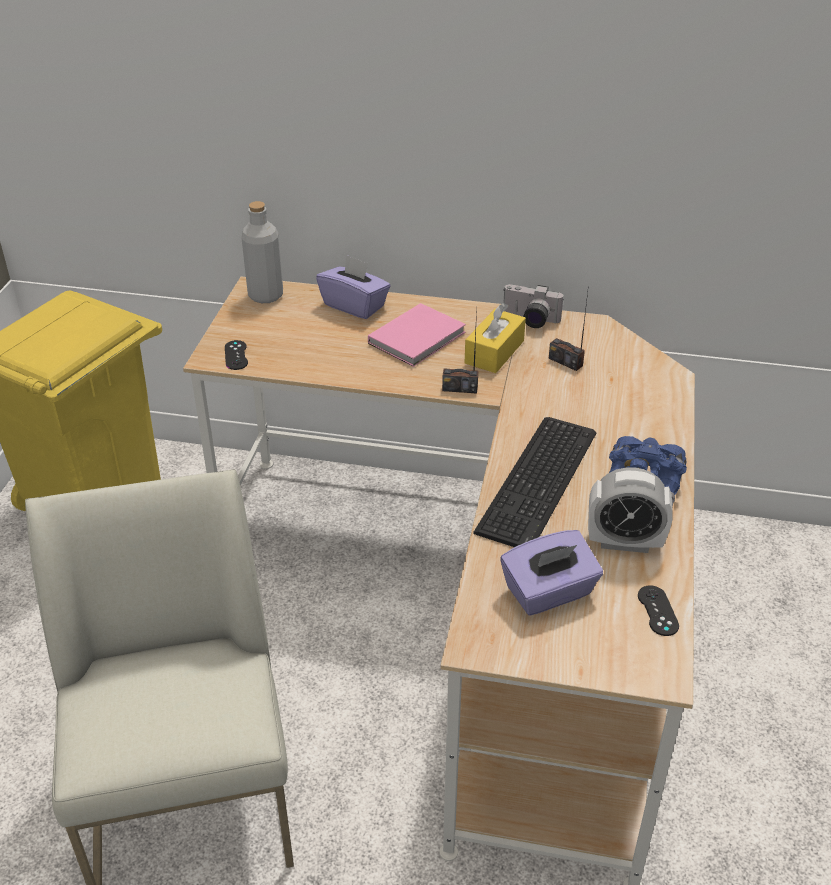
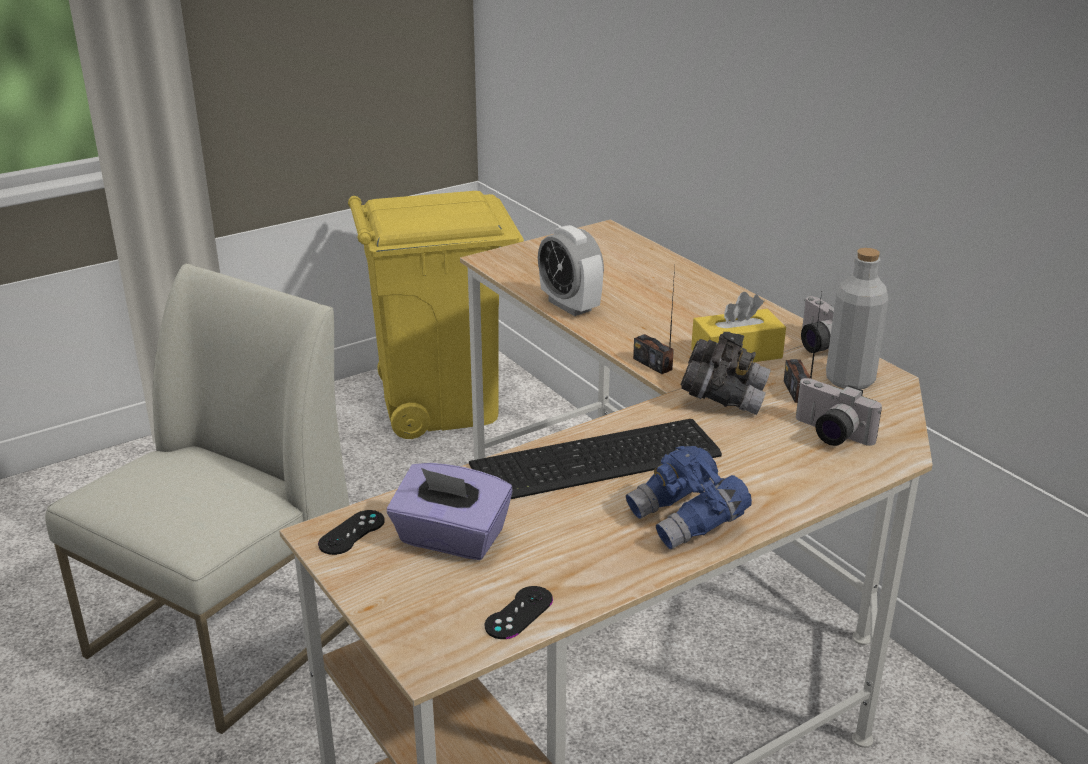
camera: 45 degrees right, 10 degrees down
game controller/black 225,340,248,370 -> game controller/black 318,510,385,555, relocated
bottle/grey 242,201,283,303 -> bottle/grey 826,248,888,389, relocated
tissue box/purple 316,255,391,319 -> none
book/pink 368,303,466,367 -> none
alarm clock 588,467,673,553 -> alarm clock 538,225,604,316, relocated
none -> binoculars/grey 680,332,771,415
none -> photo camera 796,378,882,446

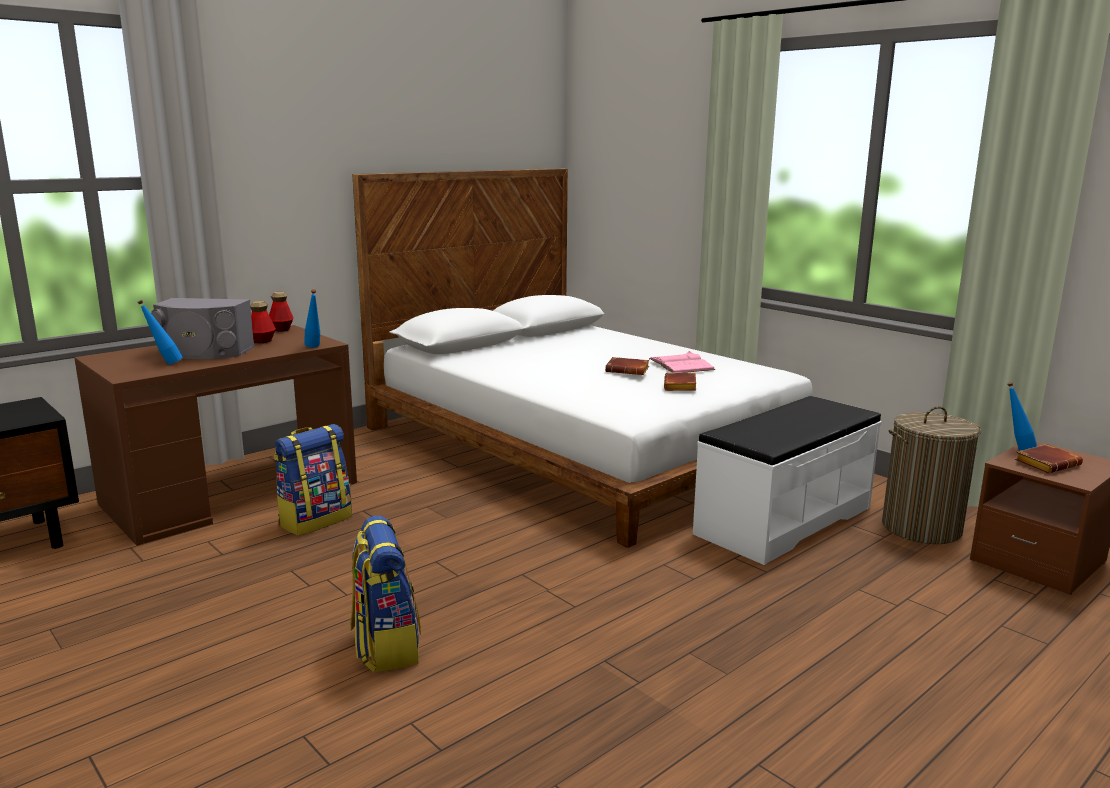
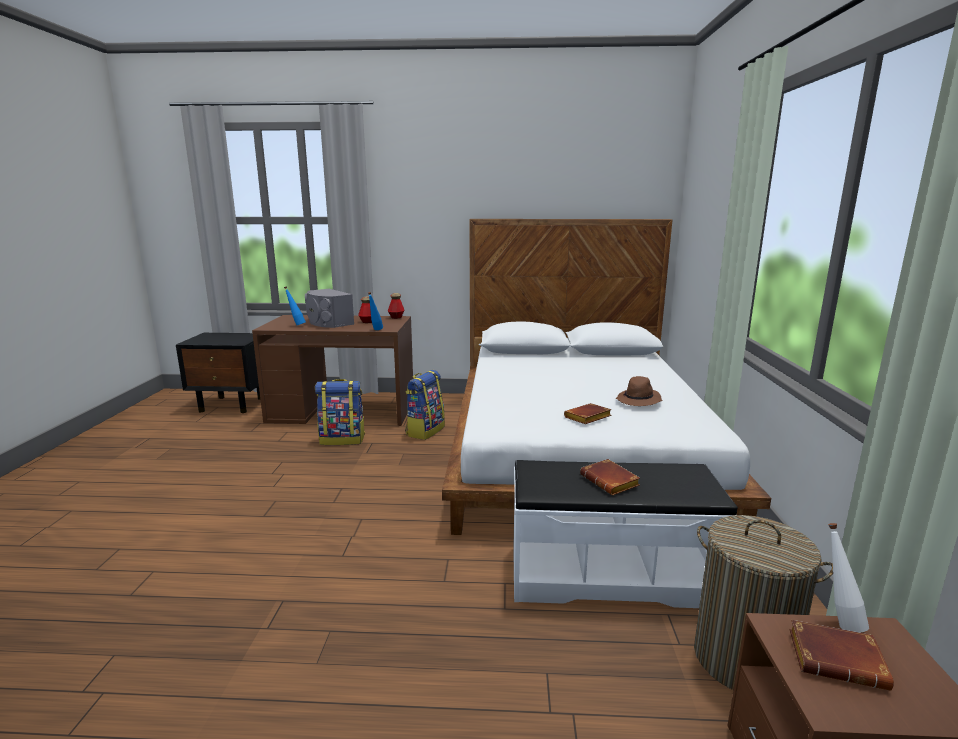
camera: 45 degrees right, 0 degrees up
backpack 351,515,421,672 -> backpack 405,370,445,440, relocated
book/brown 605,357,649,375 -> book/brown 580,459,640,495, relocated
book/pink 649,351,715,373 -> hat/brown 616,376,662,406
bottle/blue 1007,382,1037,451 -> bottle/white 828,523,869,633

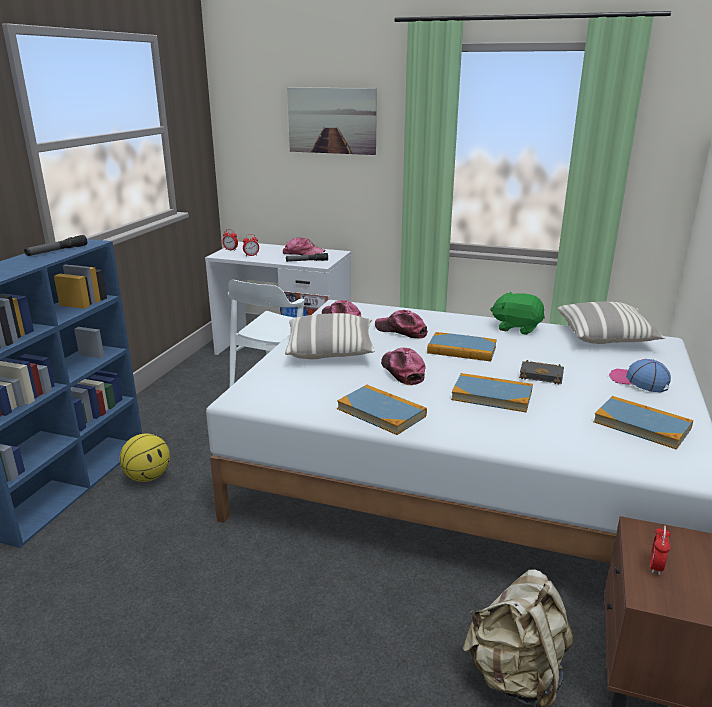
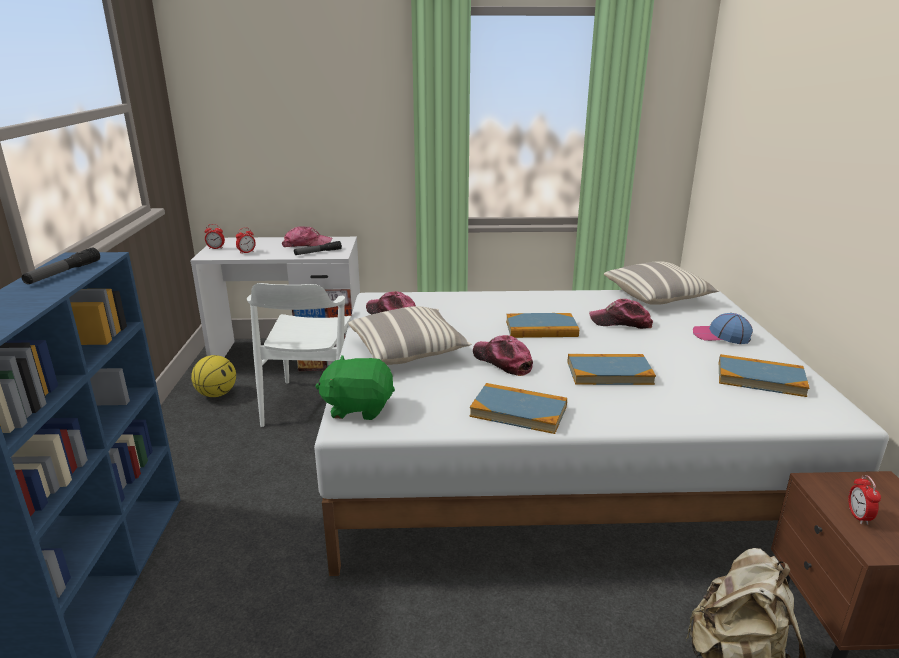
camera: 20 degrees left, 0 degrees up
basketball 119,434,170,482 -> basketball 191,355,236,397, relocated
picture 287,87,377,155 -> none
cap 375,310,428,339 -> cap 589,299,653,329, relocated
plush toy/green 490,292,545,335 -> plush toy/green 316,355,395,420, relocated
book/black 519,360,564,385 -> none

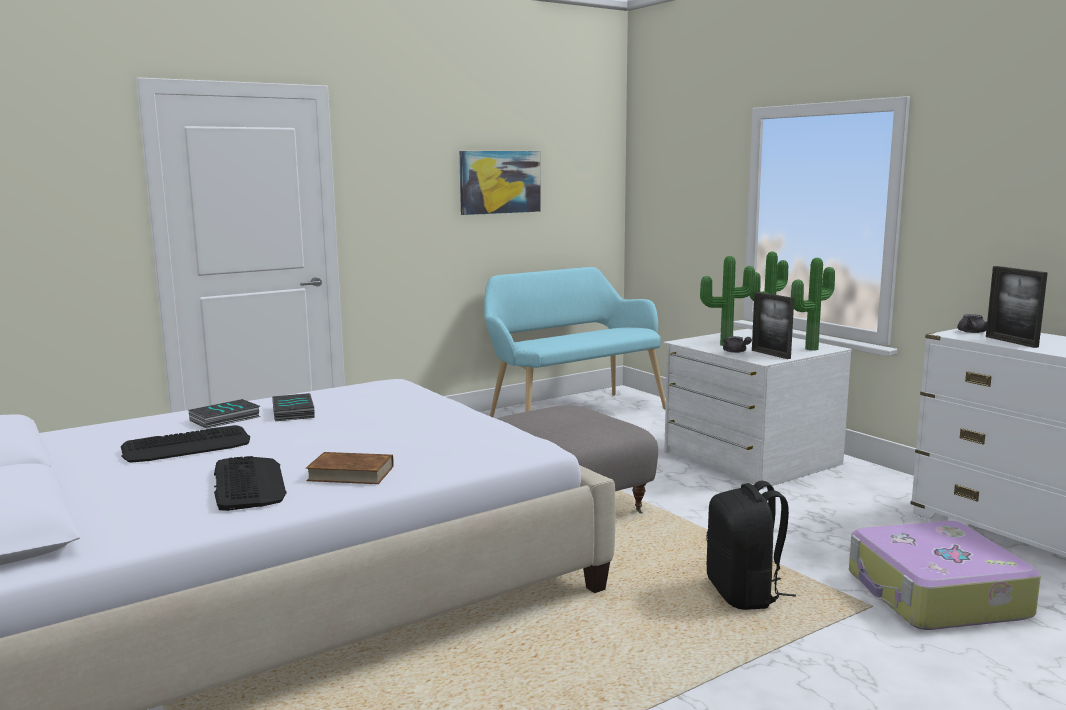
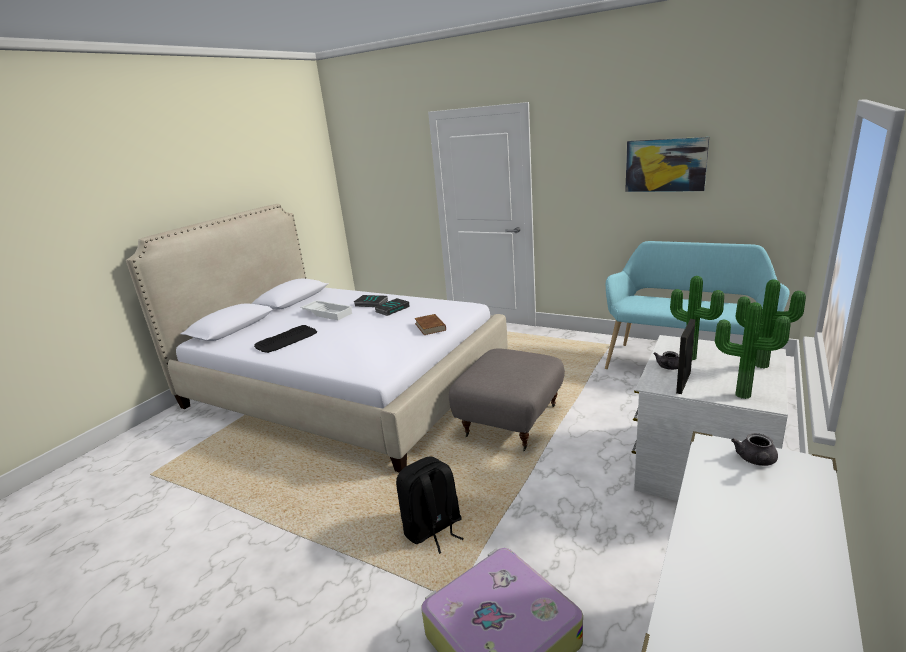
camera: 65 degrees right, 10 degrees up
keyboard 121,425,250,463 -> tray/white 300,300,352,320
book/brown 306,452,394,484 -> book/brown 414,314,446,335, relocated
picture frame 986,266,1048,348 -> none

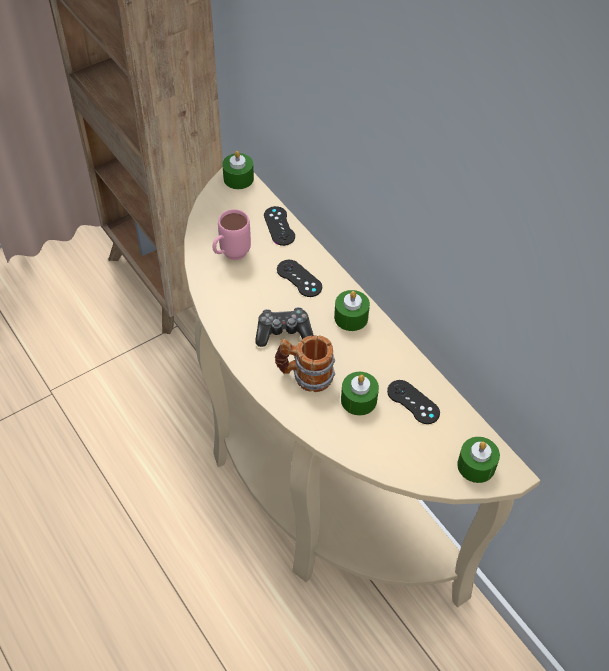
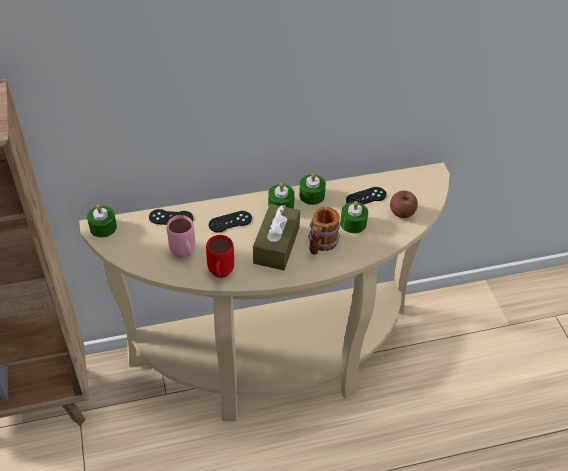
camera: 70 degrees left, 5 degrees down
game controller 256,307,314,347 -> tissue box/brown 253,204,300,270
candle/green 457,437,500,483 -> candle/green 299,173,326,205, relocated
none -> mug/red 206,235,234,278
none -> apple 390,191,418,218

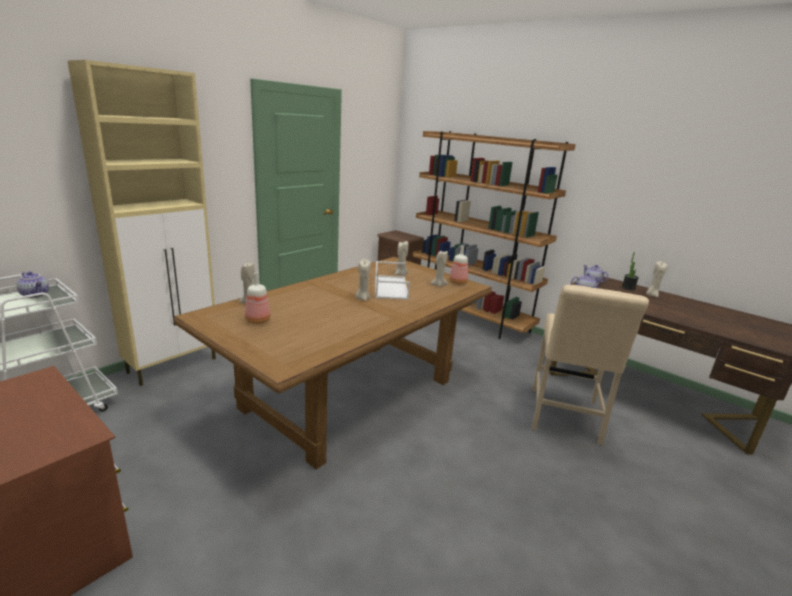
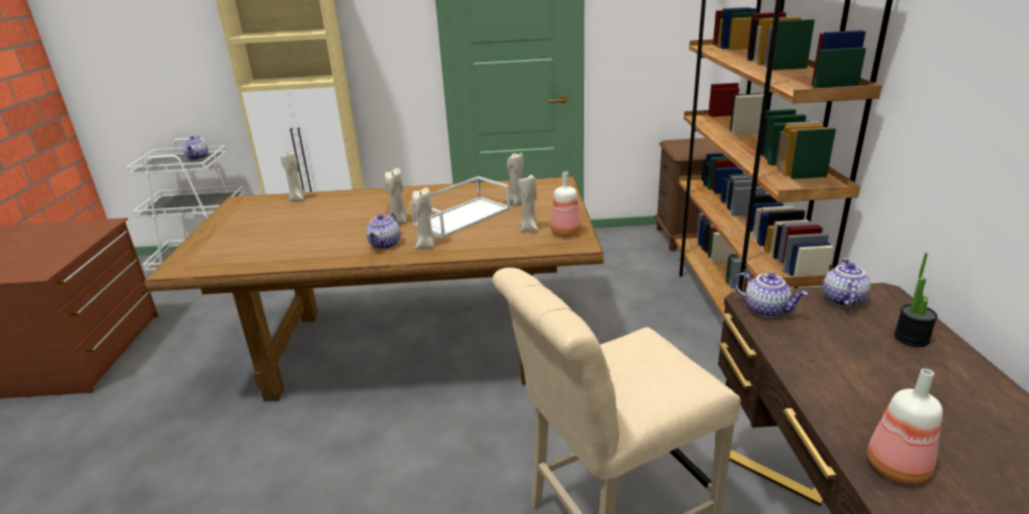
camera: 50 degrees right, 5 degrees up
bottle 245,273,271,324 -> bottle 867,369,943,484, relocated
candle/beige 646,261,667,297 -> candle/beige 412,187,439,249, relocated
none -> teapot 366,212,400,249

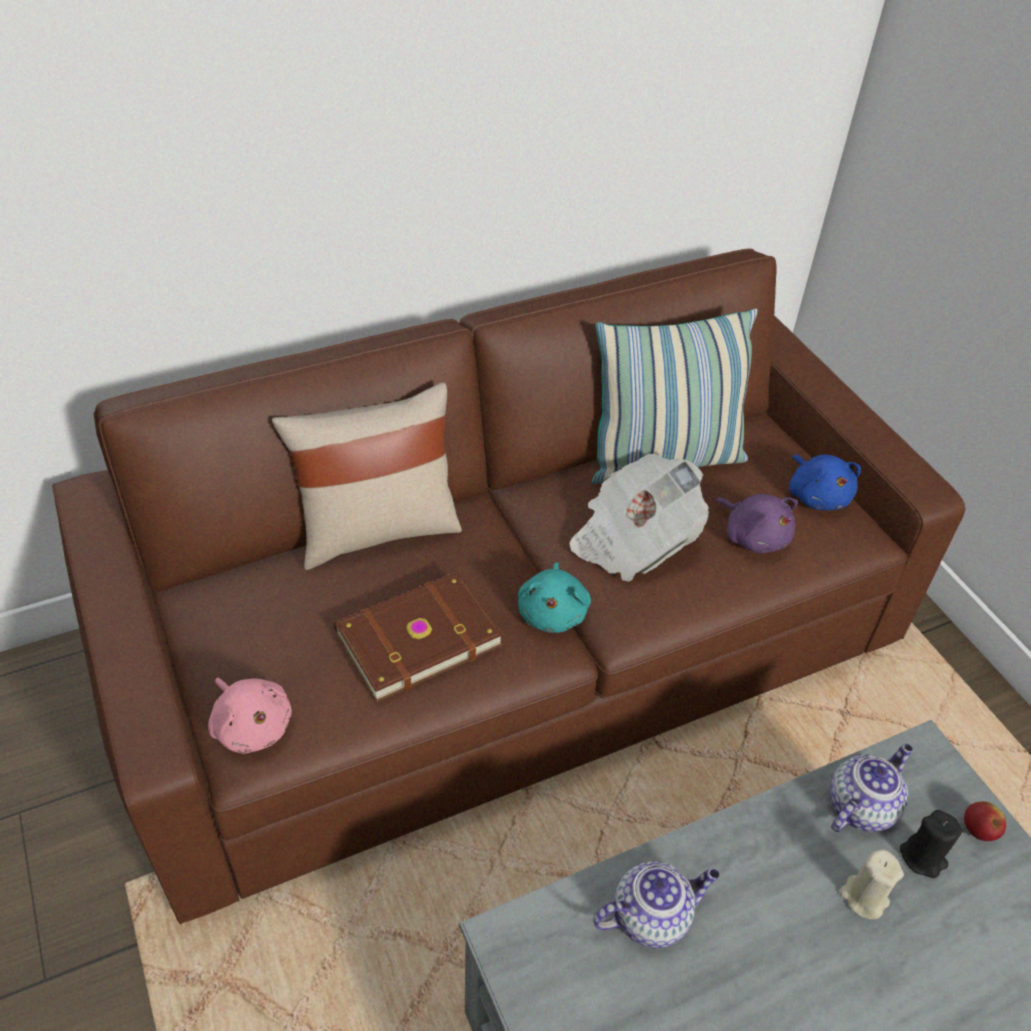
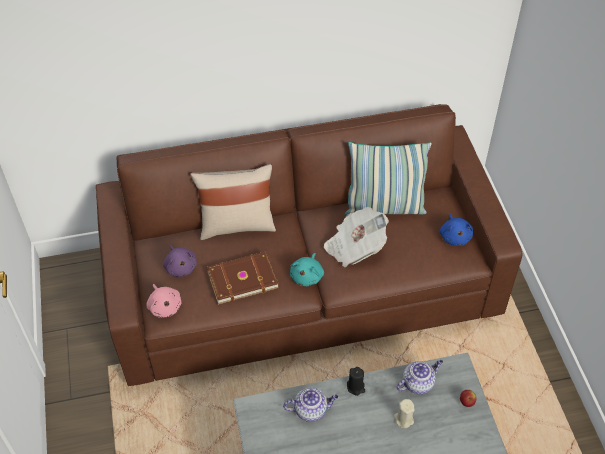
camera: 15 degrees right, 5 degrees up
plush toy/purple 715,494,798,554 -> plush toy/purple 163,245,197,277, relocated
candle/black 900,810,962,878 -> candle/black 347,367,365,396, relocated

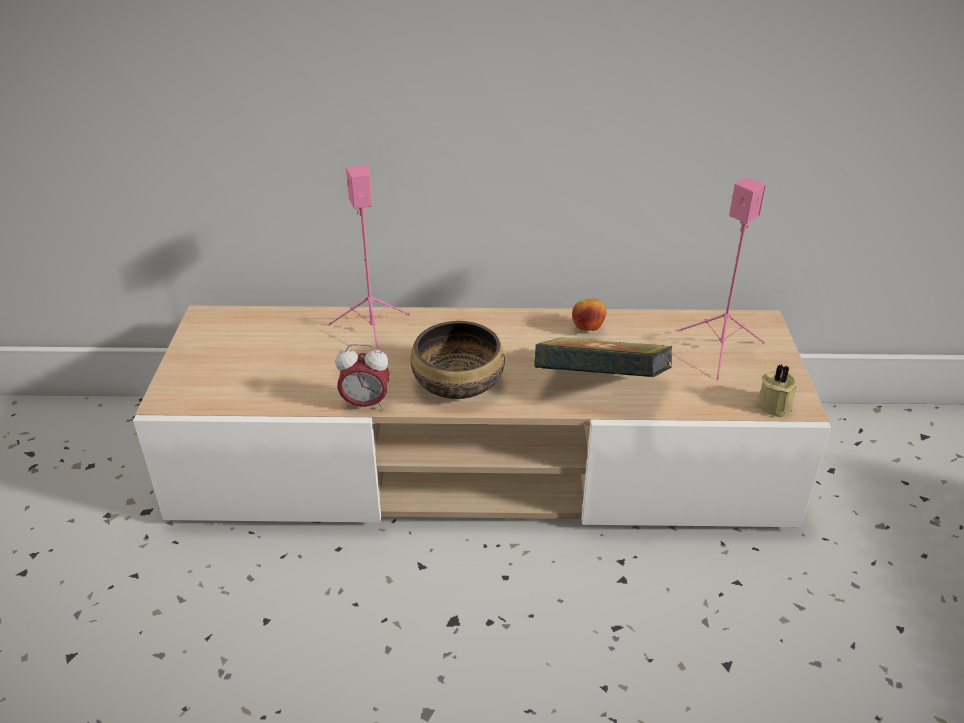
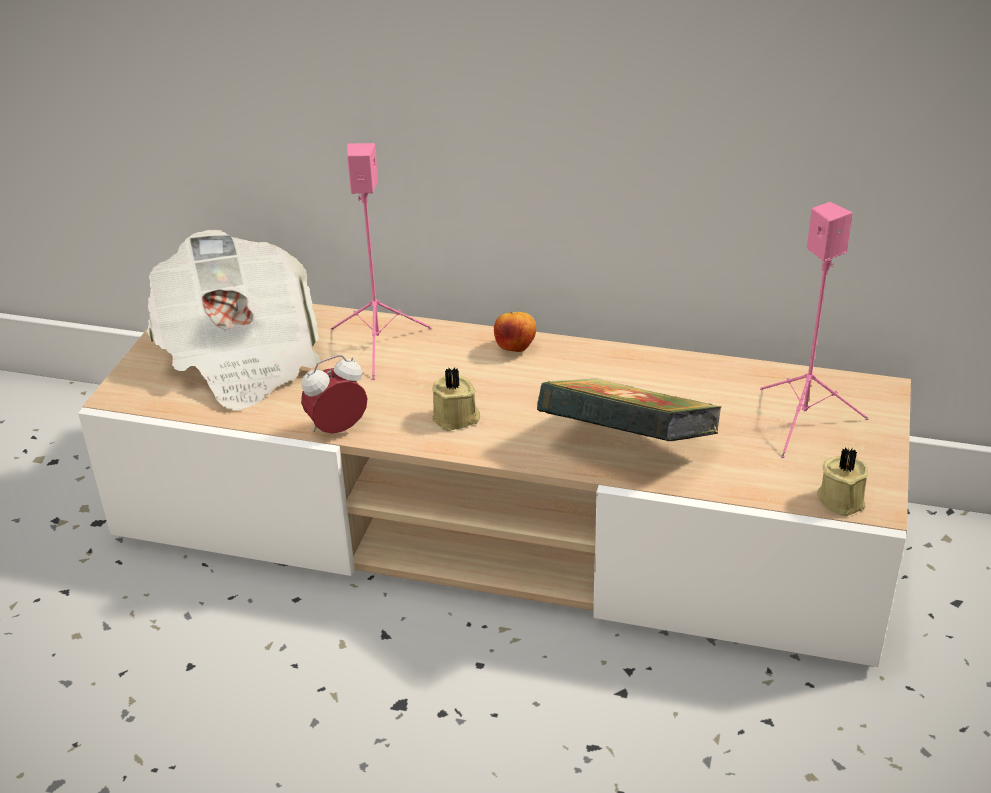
camera: 15 degrees right, 0 degrees up
alarm clock 335,344,390,410 -> alarm clock 301,355,367,434, 135 degrees clockwise
bowl 411,321,505,399 -> candle/beige 432,367,480,431
apple 572,299,606,331 -> apple 494,311,536,352, relocated
none -> newspaper 147,230,320,411

